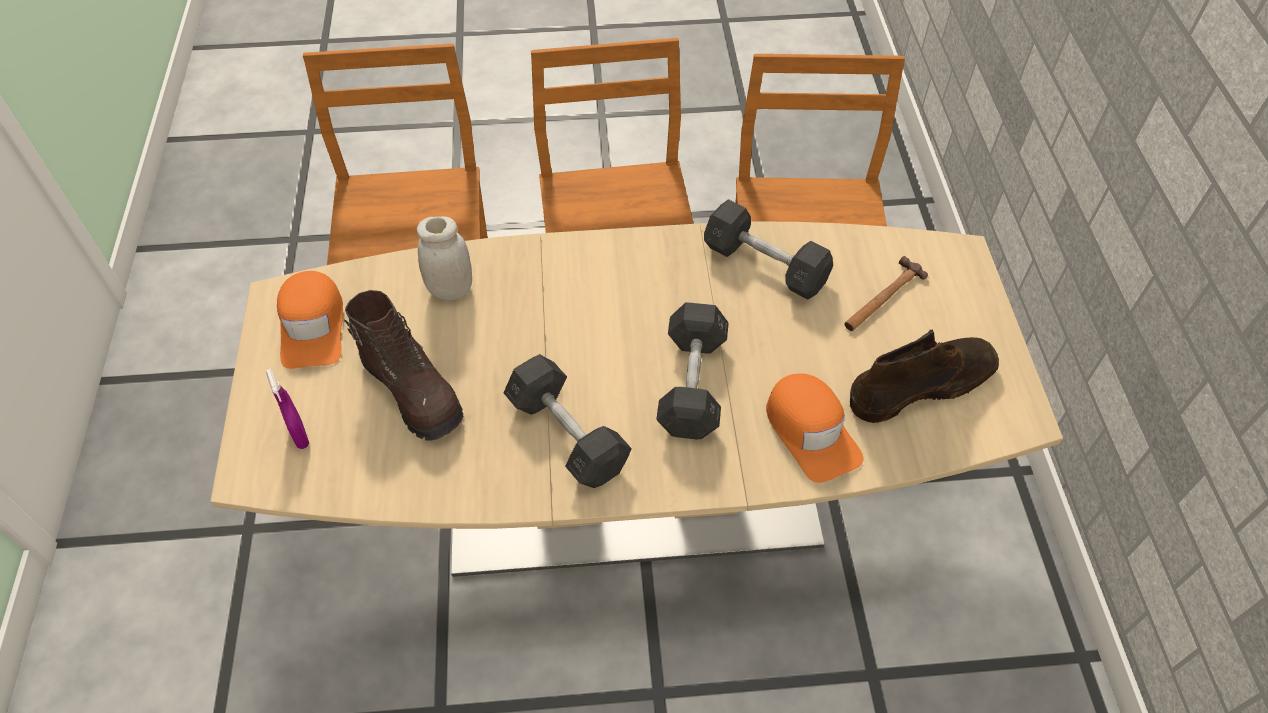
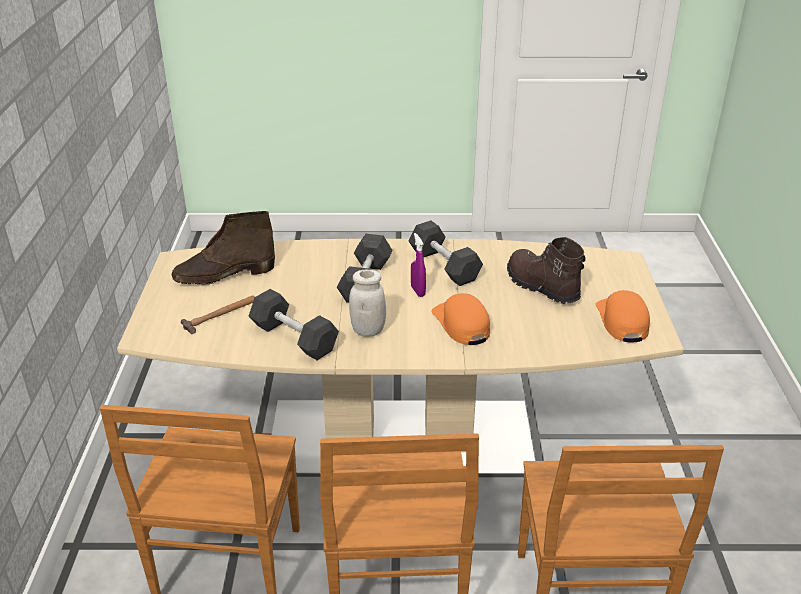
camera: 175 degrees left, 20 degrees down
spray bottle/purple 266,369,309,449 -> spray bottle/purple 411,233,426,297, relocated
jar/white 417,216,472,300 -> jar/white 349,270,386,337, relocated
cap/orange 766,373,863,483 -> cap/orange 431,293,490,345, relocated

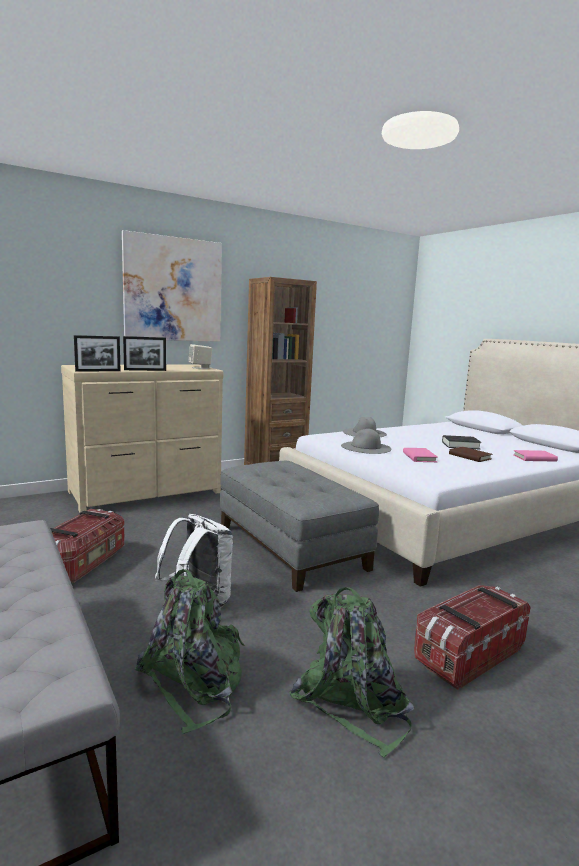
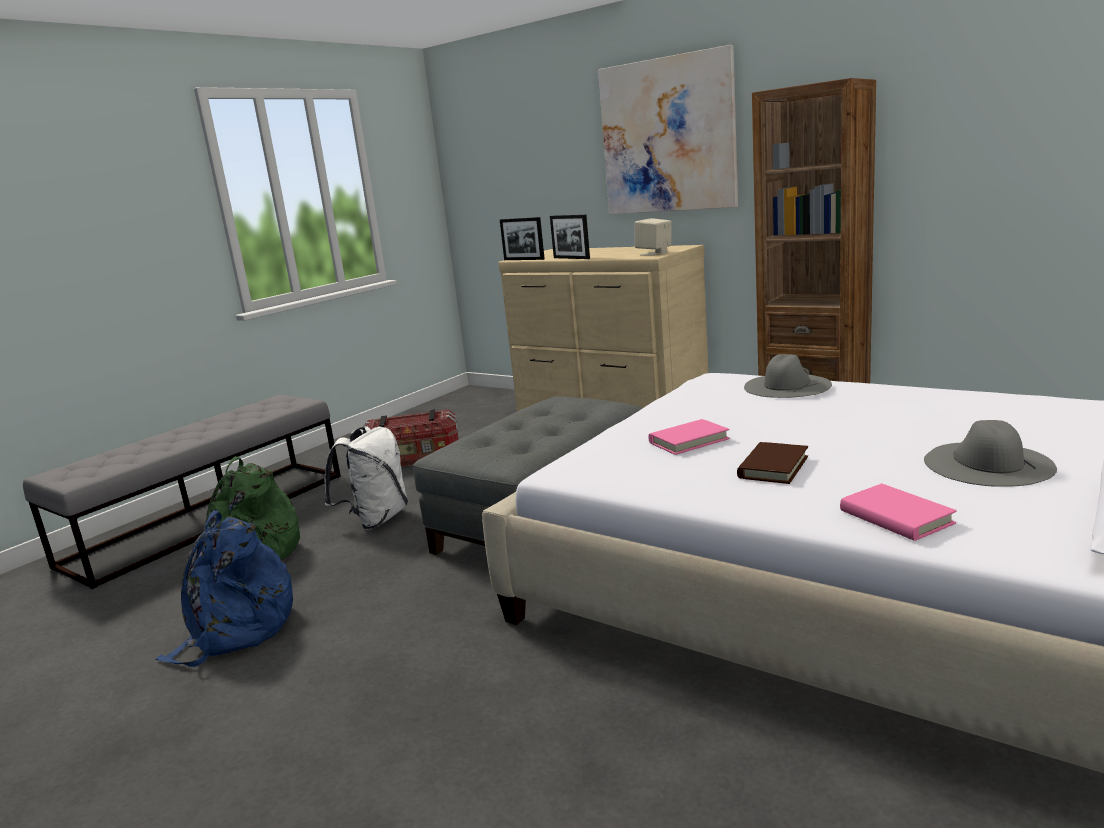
camera: 70 degrees right, 5 degrees up
backpack/green 289,587,414,758 -> backpack/blue 156,510,293,667
hat/grey 341,429,391,454 -> hat/grey 924,420,1057,487, relocated
storage box 414,585,531,690 -> none
book/black 442,435,481,449 -> none

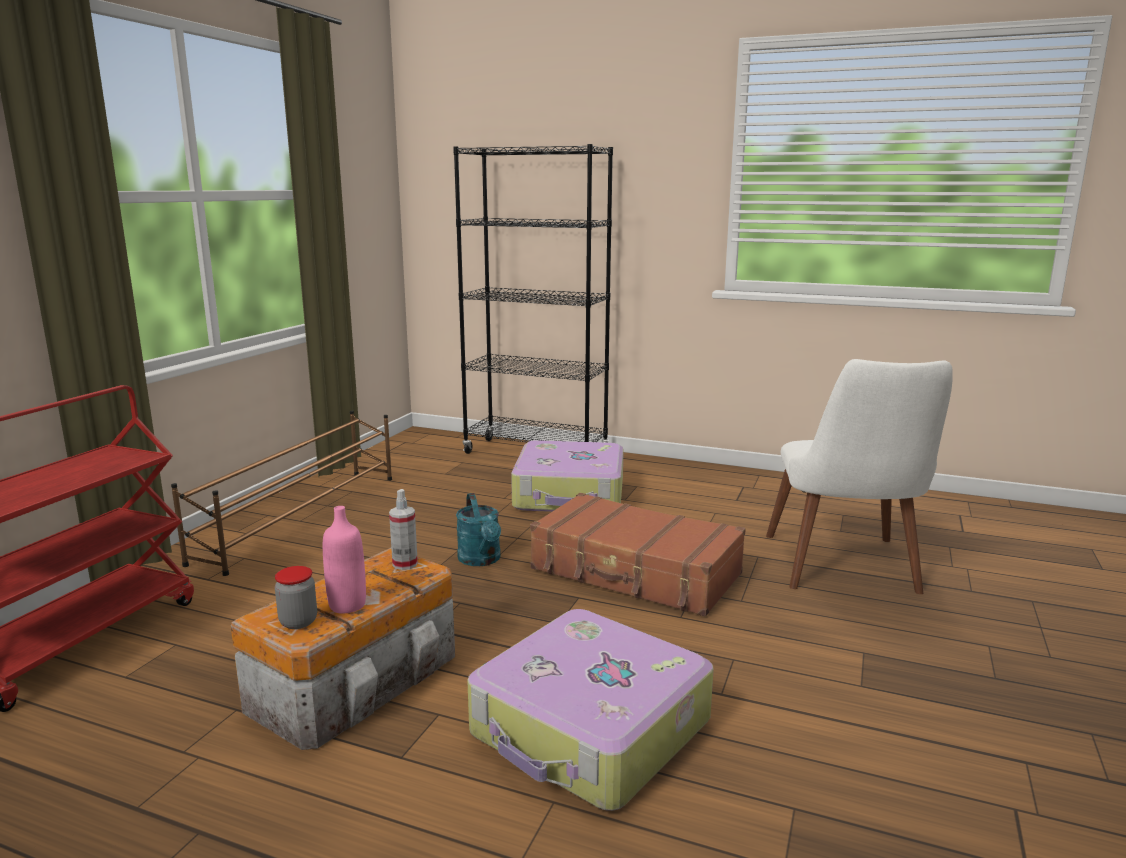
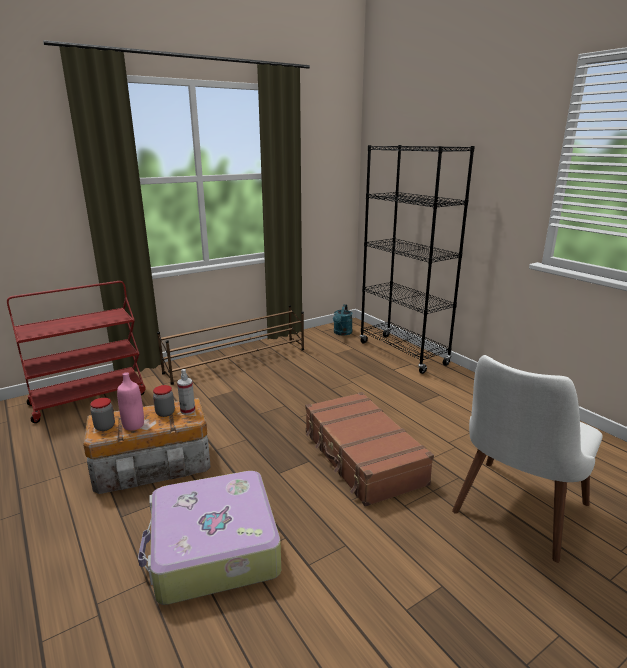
camera: 35 degrees right, 5 degrees up
watering can/turquoise 456,493,501,566 -> watering can/turquoise 333,304,352,335, relocated
suitcase 511,440,624,512 -> none
none -> jar 153,385,175,417

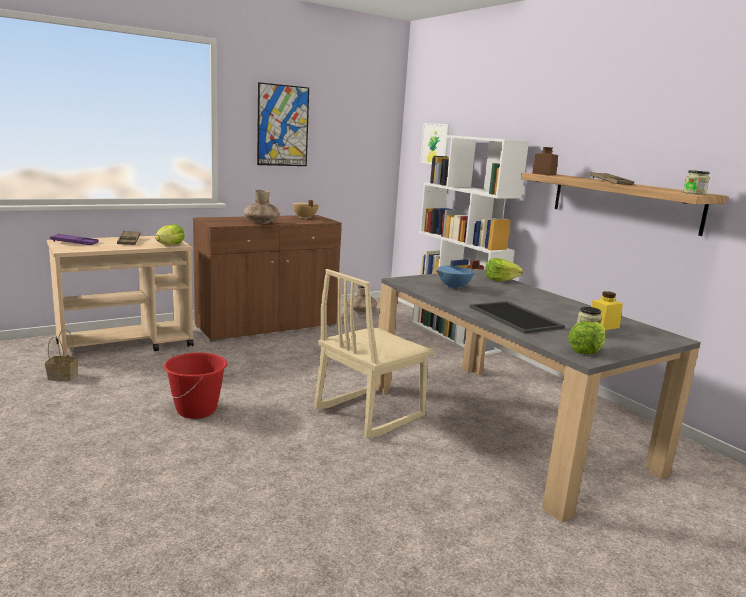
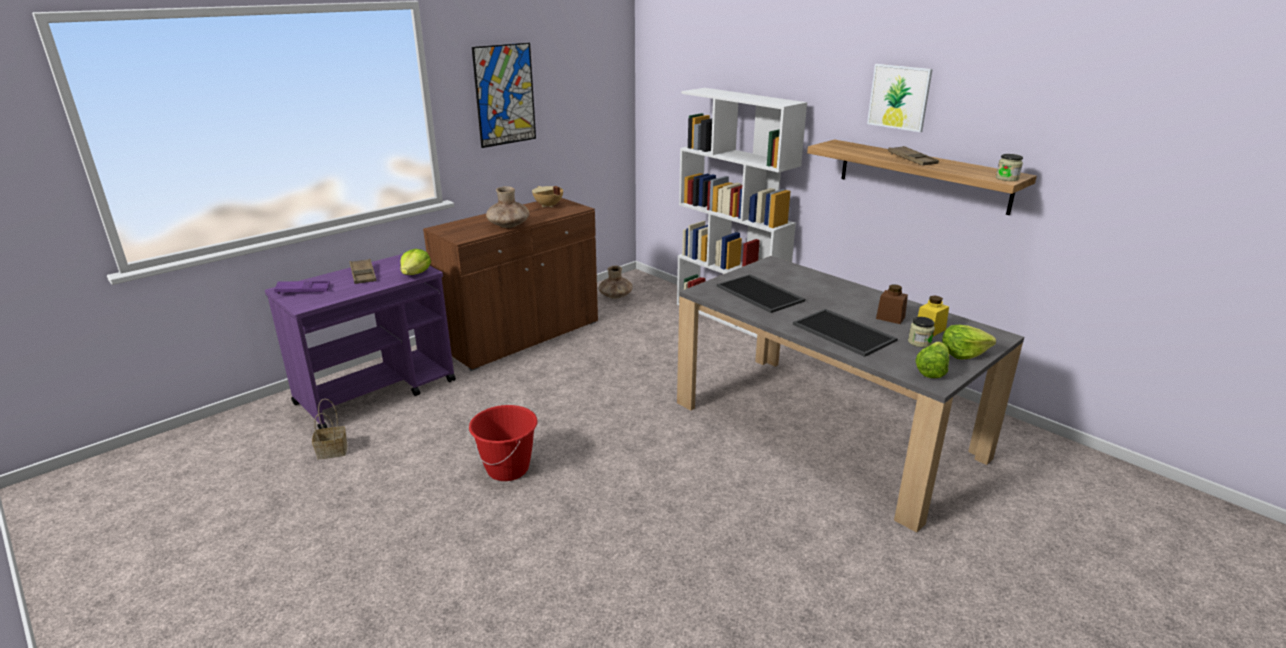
camera: 10 degrees left, 10 degrees up
cart/beige 47,236,194,356 -> cart/purple 265,254,456,429
chair/beige 314,269,434,439 -> none
picture 420,123,450,164 -> picture 867,64,933,132, relocated
cooking pot/blue 436,260,480,290 -> tray 717,274,805,313
lettuce 485,258,523,282 -> lettuce 942,325,996,359, relocated
jar/brown 532,147,558,175 -> jar/brown 876,284,908,324, relocated

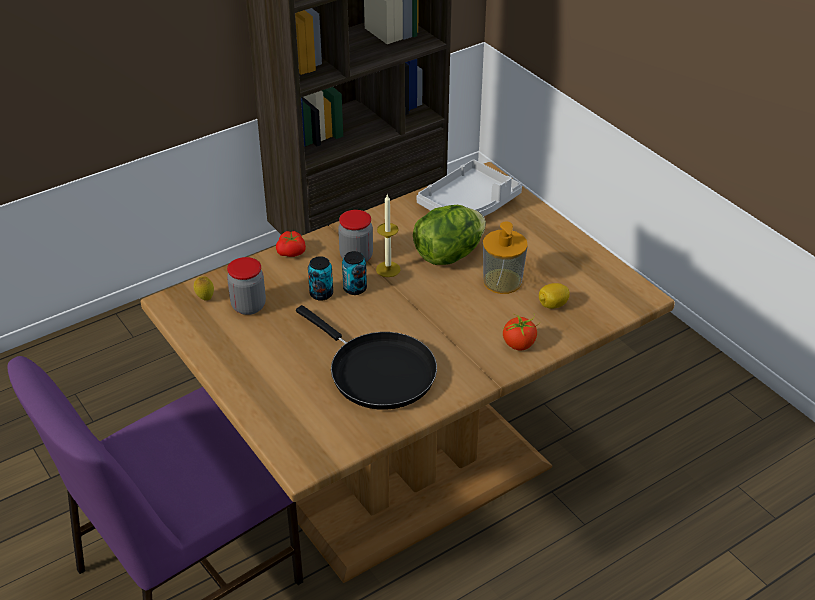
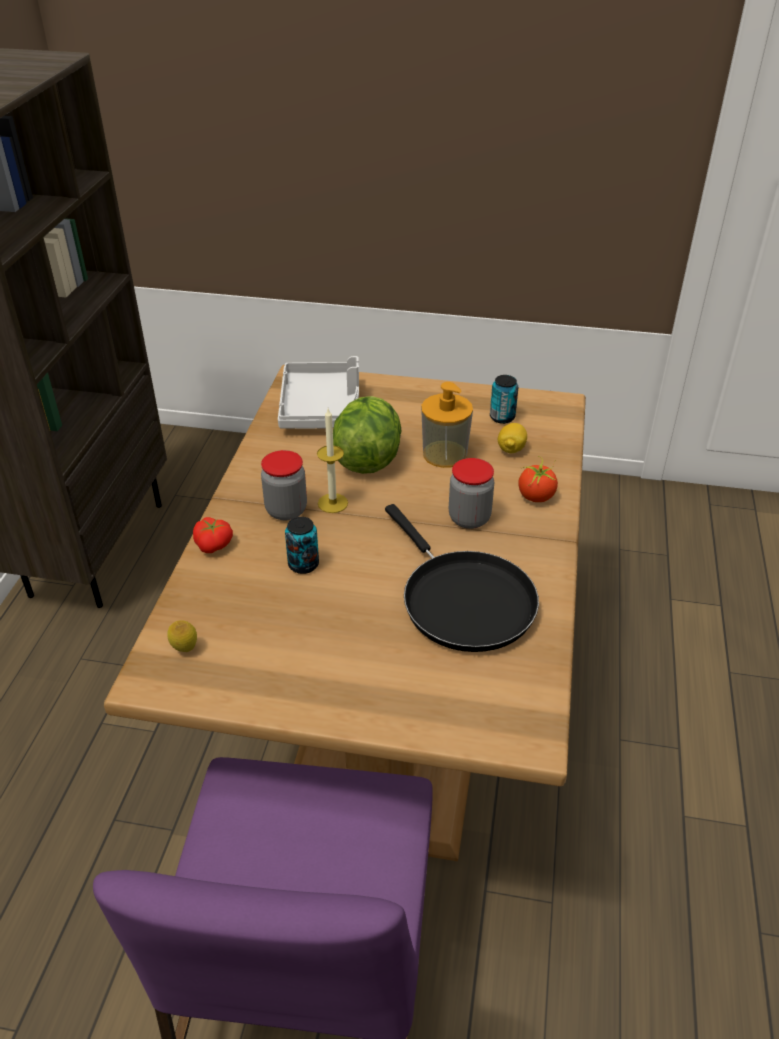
camera: 45 degrees left, 0 degrees up
jar 227,257,266,315 -> jar 449,458,494,529, relocated
frying pan/black 296,305,437,410 -> frying pan/black 385,504,539,652, 60 degrees clockwise
can 342,251,367,295 -> can 490,375,519,424, relocated

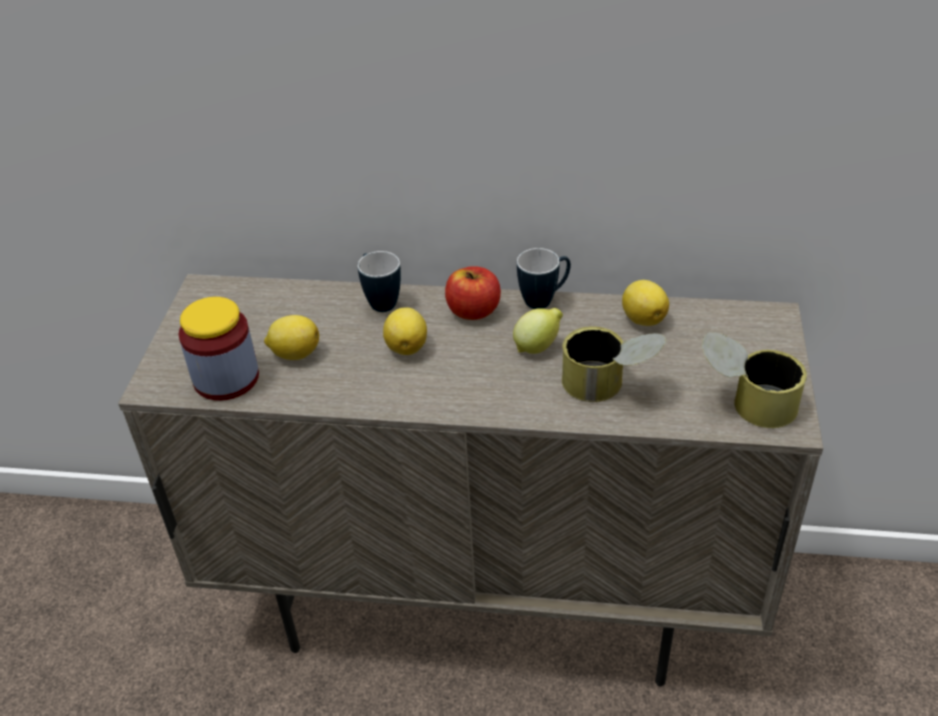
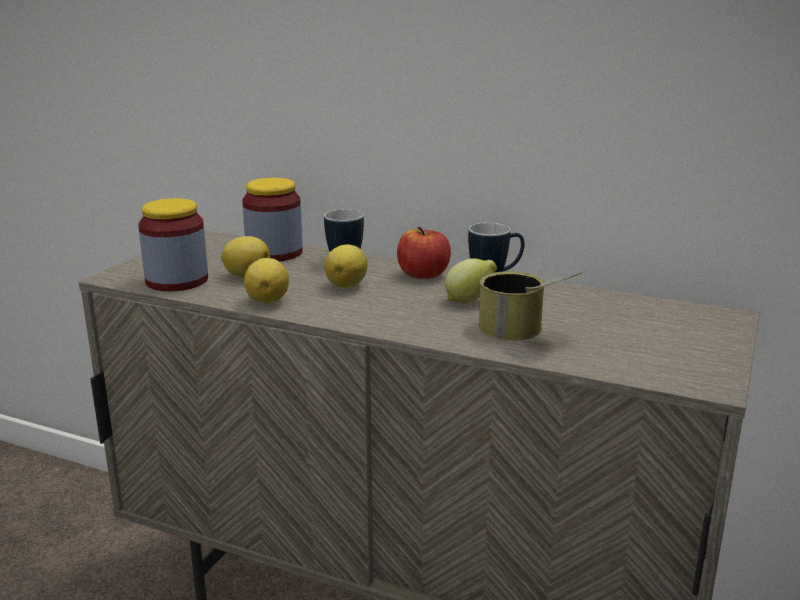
camera: 15 degrees right, 20 degrees down
lemon 622,280,669,326 -> lemon 244,258,289,304, relocated
can 701,332,807,428 -> none
none -> jar 242,178,303,261

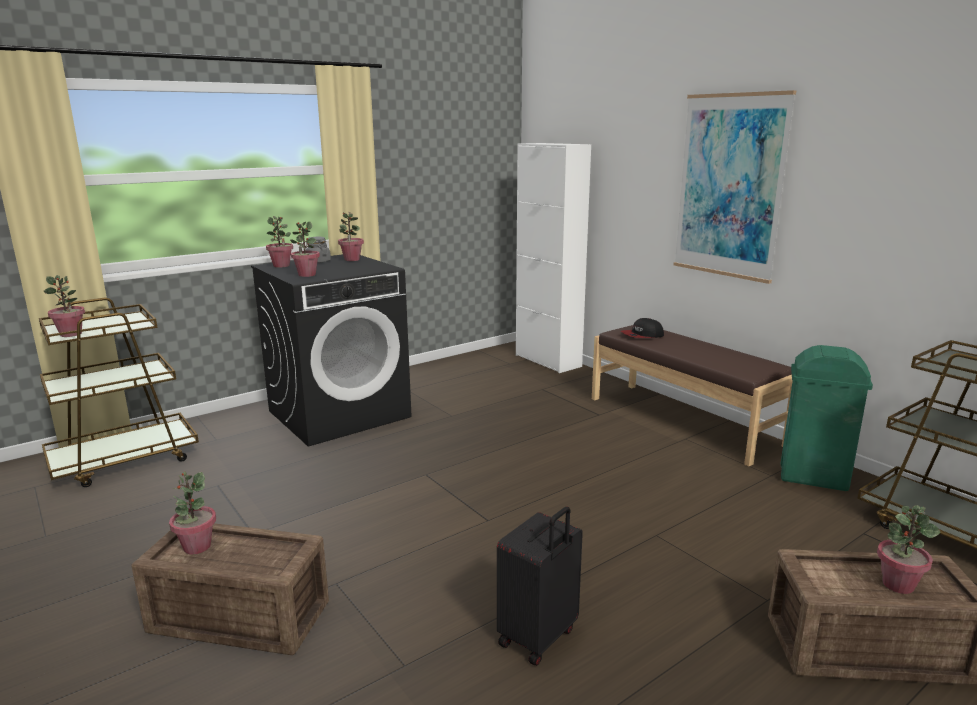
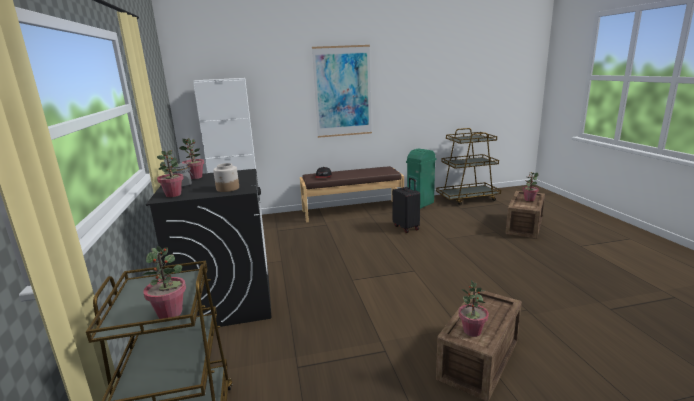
camera: 65 degrees left, 0 degrees up
potted plant 290,221,320,277 -> jar 213,163,239,192
suitcase/black 497,507,583,666 -> suitcase/black 392,178,420,233, relocated

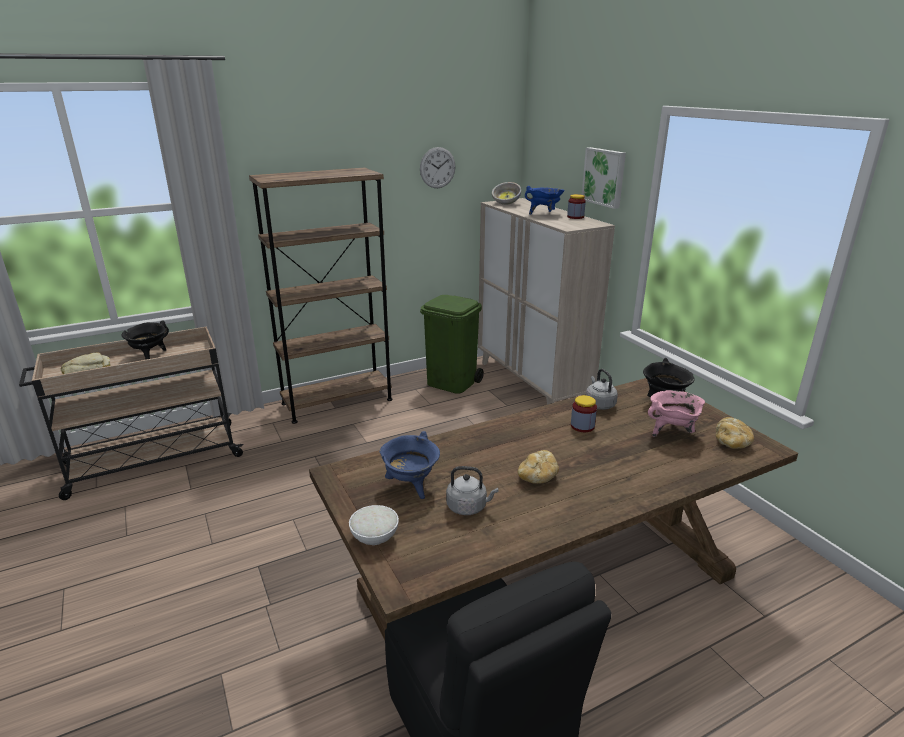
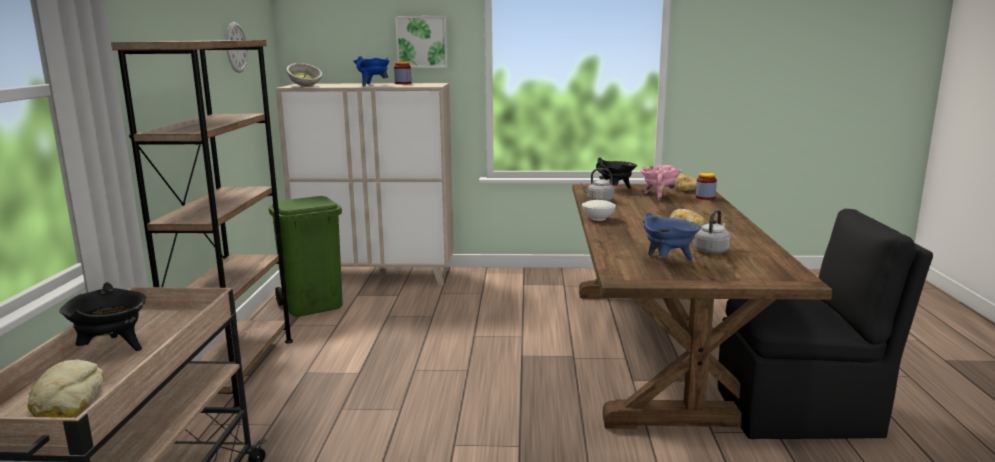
camera: 60 degrees left, 10 degrees down
bowl/white 349,505,399,545 -> bowl/white 582,200,616,221, relocated
jar 571,395,597,432 -> jar 696,173,717,200, relocated

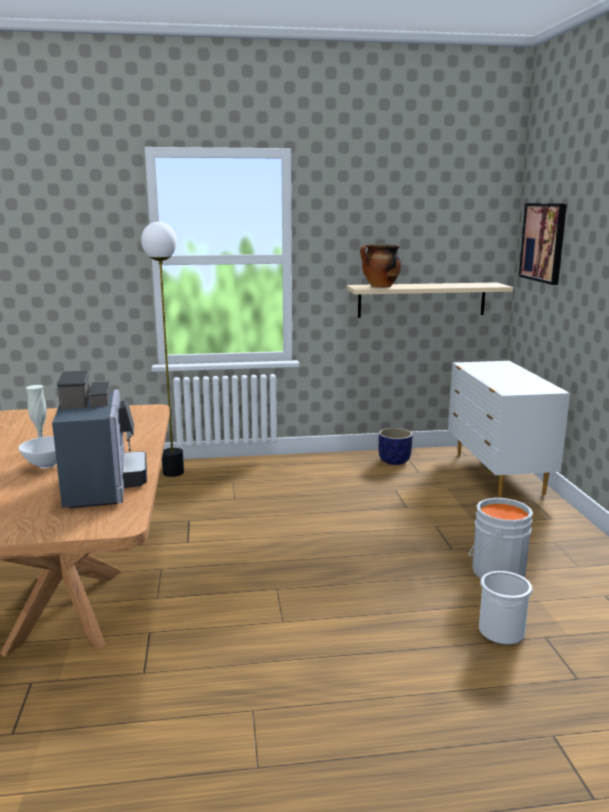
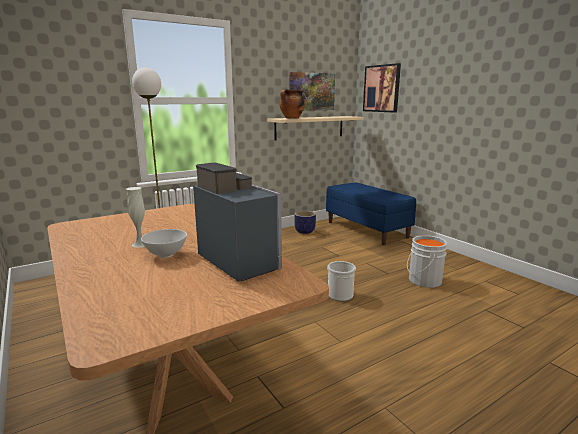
camera: 25 degrees left, 0 degrees up
dresser/white 448,361,570,498 -> bench/blue 326,182,416,245
bucket 479,571,532,645 -> bucket 327,261,356,301, relocated
none -> picture 290,72,335,111

